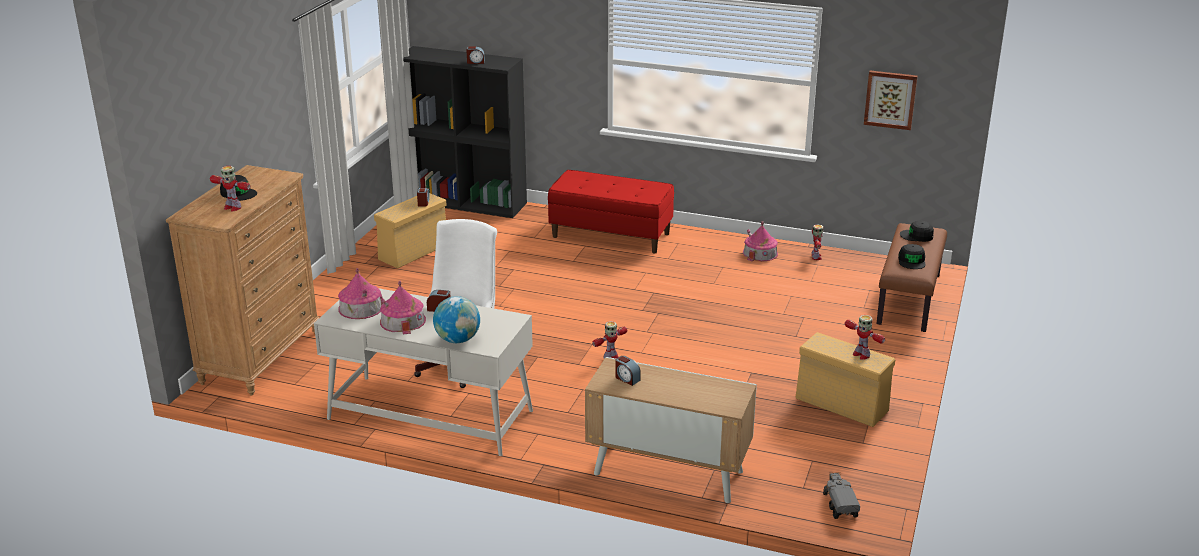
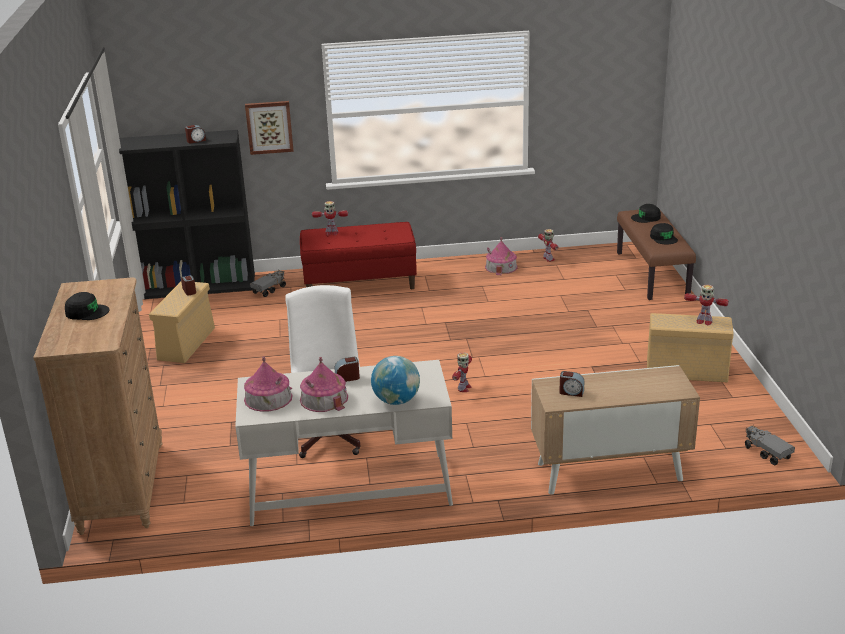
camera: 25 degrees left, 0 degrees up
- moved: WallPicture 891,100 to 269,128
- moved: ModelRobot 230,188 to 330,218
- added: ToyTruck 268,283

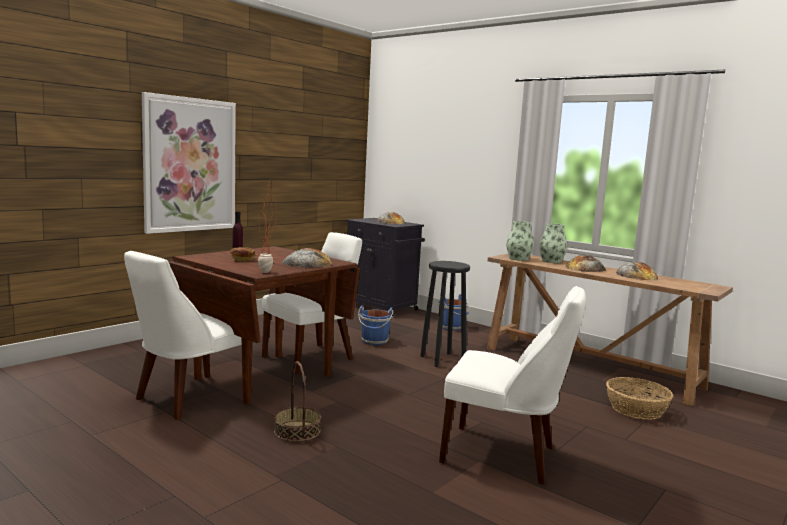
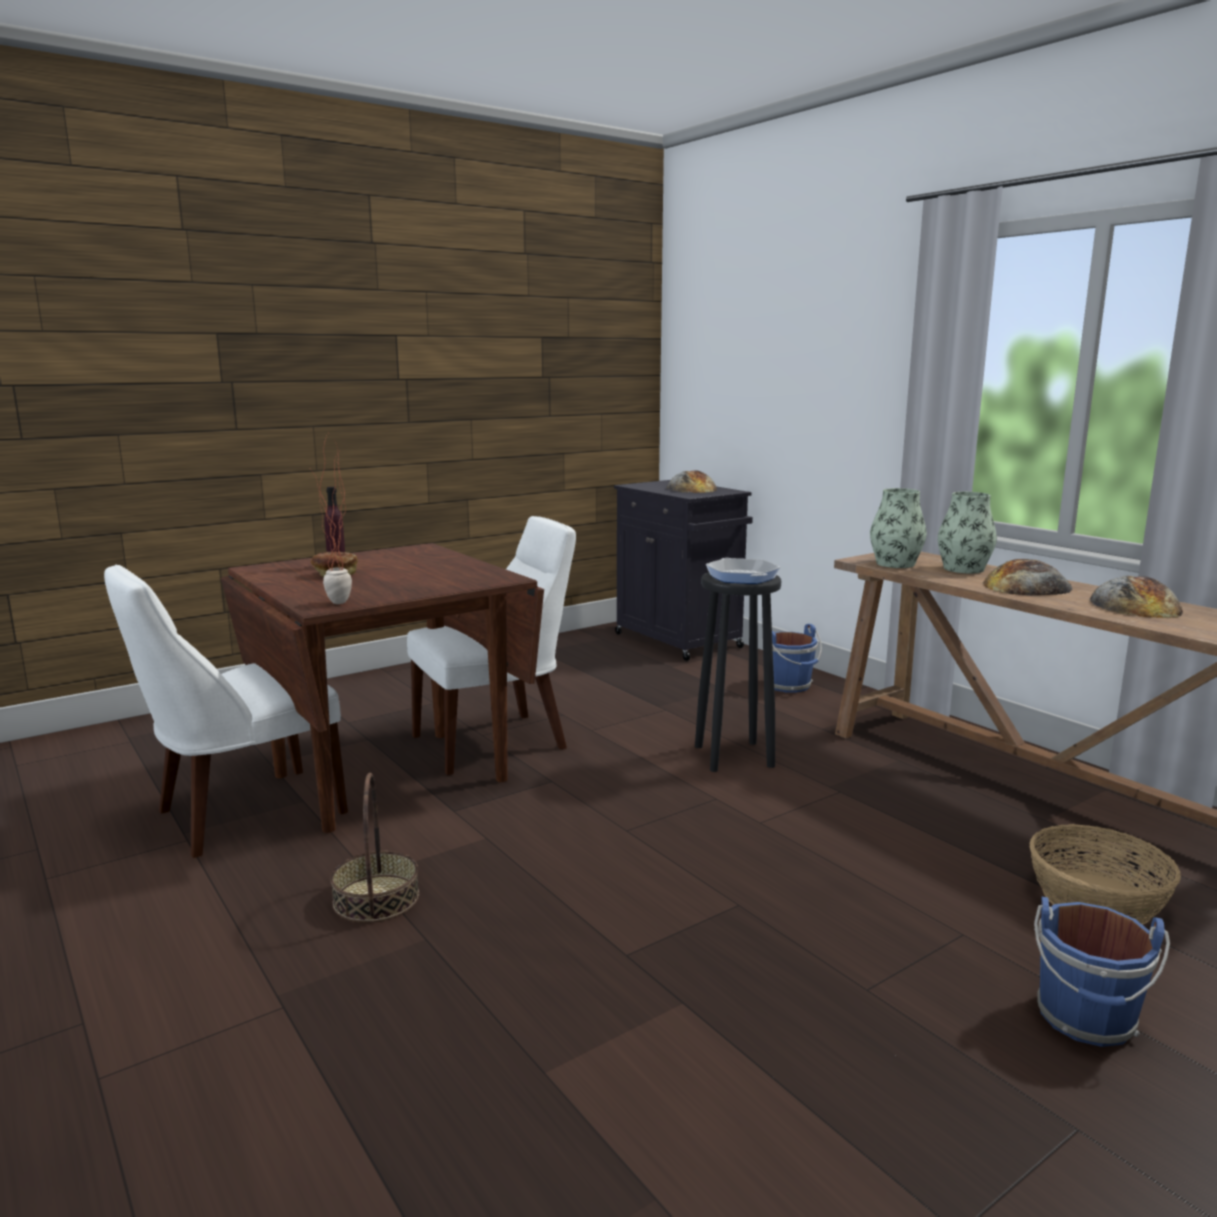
camera: 15 degrees right, 5 degrees up
- removed: WallPicture 189,163
- removed: Bread 307,257
- removed: WhitePlainChair 512,385
- moved: BlueColouredPail 375,325 to 1102,972
- added: Skillet 743,571

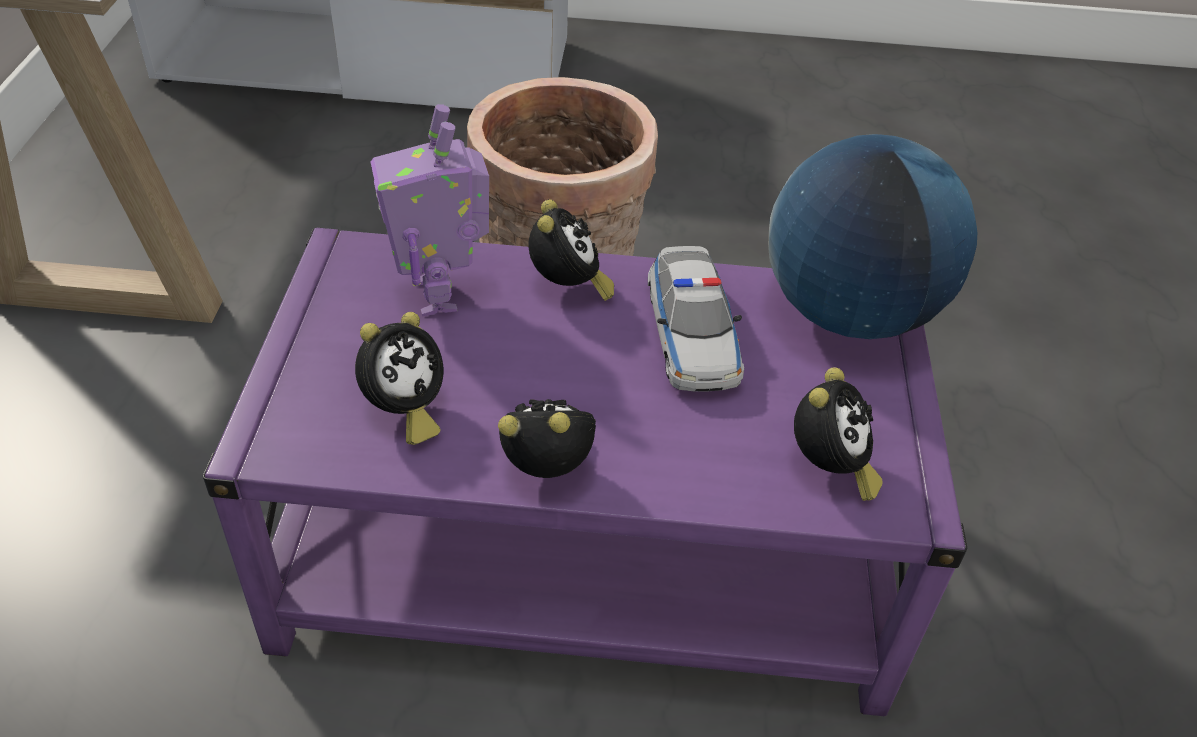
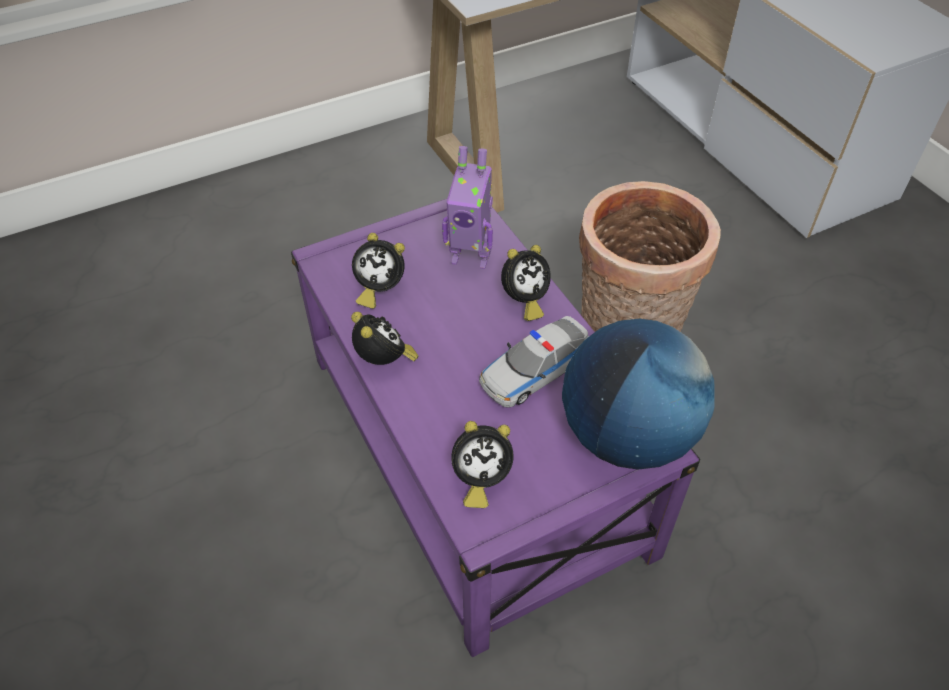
camera: 60 degrees right, 5 degrees up
- turned: ModelRobot 430,210 = 467,207 120 degrees counterclockwise

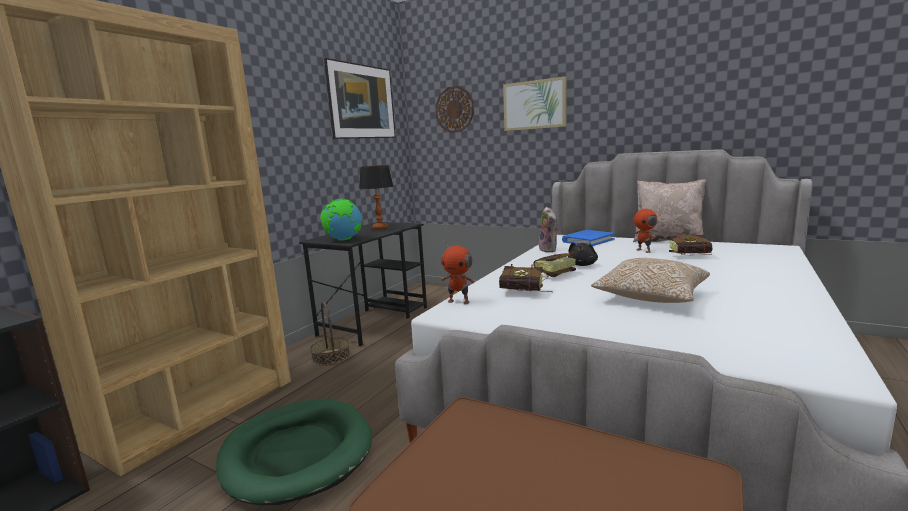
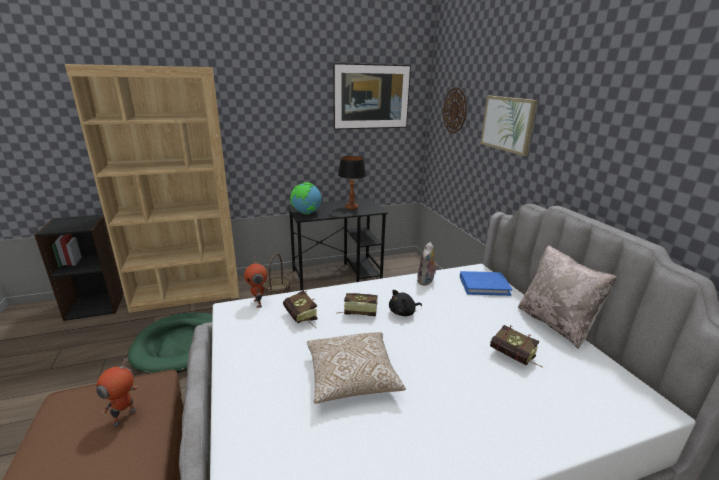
camera: 40 degrees right, 10 degrees up
- moved: ModelRobot 645,228 to 117,392

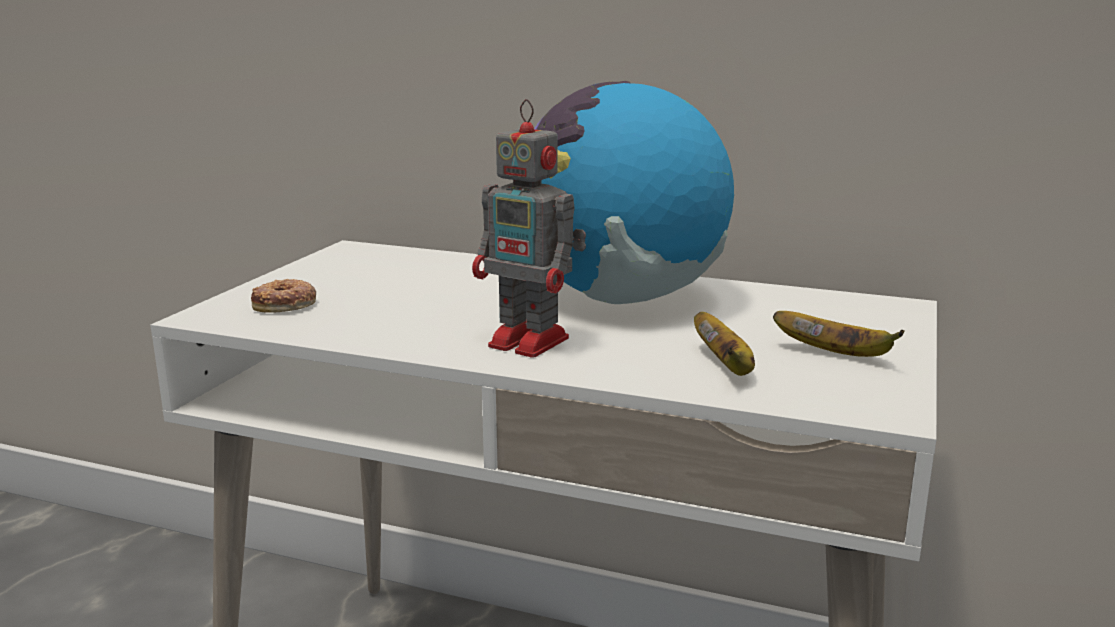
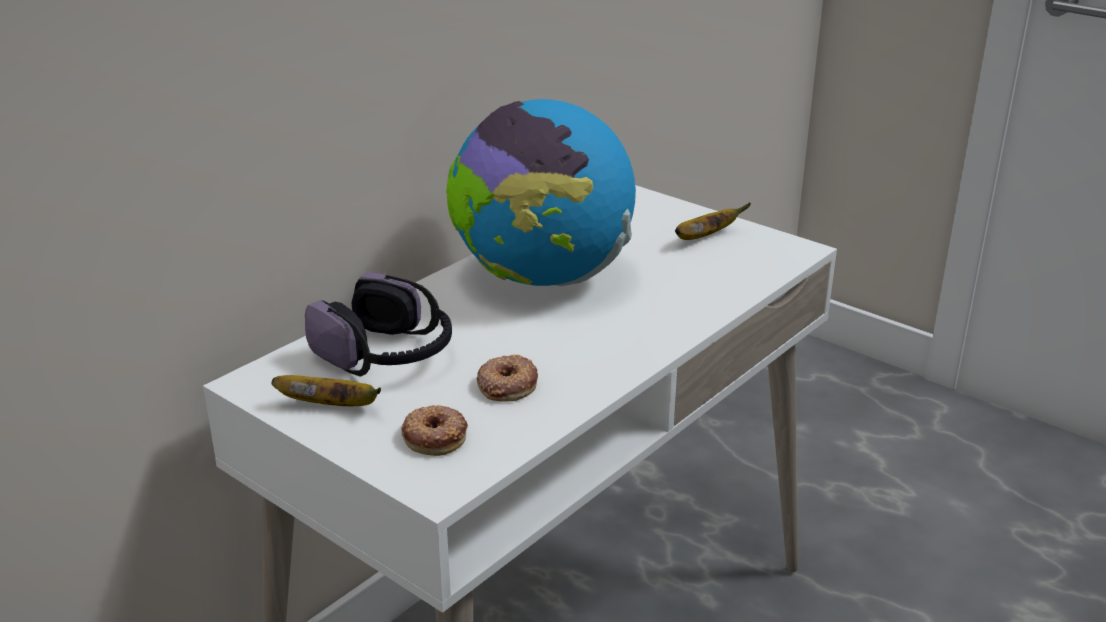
camera: 70 degrees left, 10 degrees up
- removed: ModelRobot 529,228
- moved: WholeBanana 724,344 to 326,390
- added: Headphones 378,324
- added: Donut 507,378

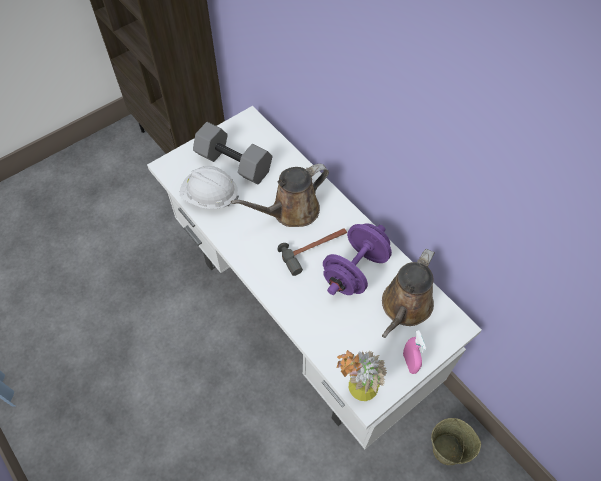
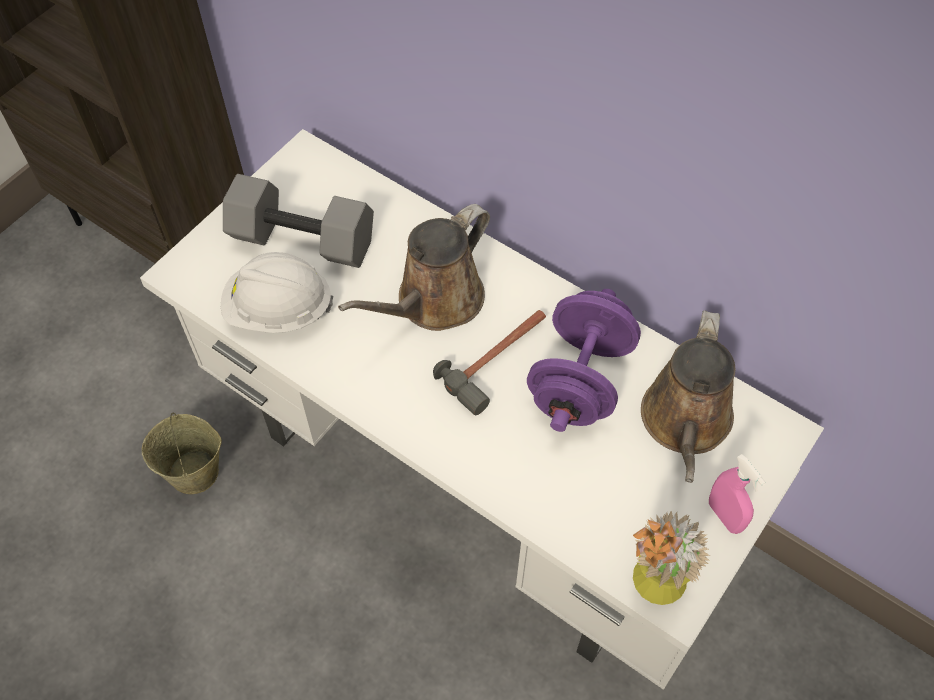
camera: 15 degrees left, 0 degrees up
- moved: SandColouredPail 456,441 to 182,453

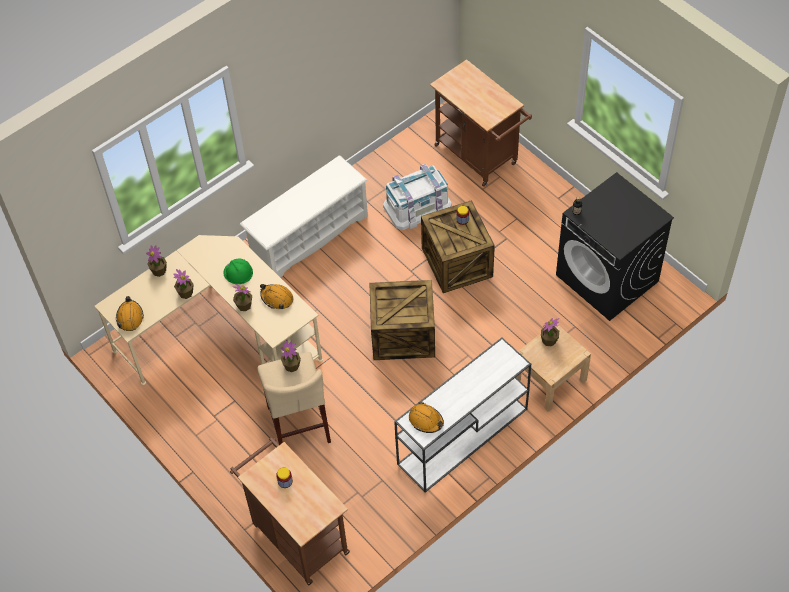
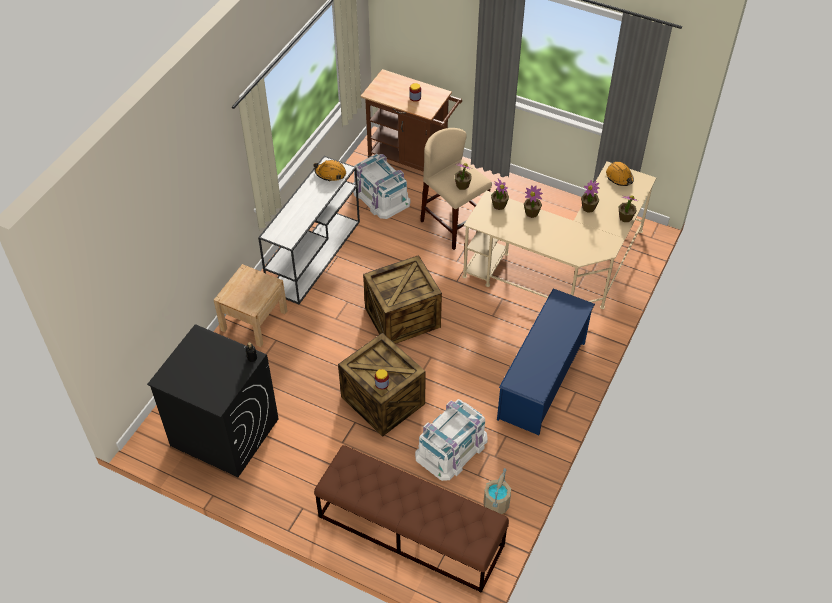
camera: 155 degrees right, 5 degrees down
- replaced: BrownCart 481,123 to BrownIndoorBench 411,519
- recoloured: WhiteShoeRack 304,216 to BlueColouredShoeRack 546,361
- removed: GreenSafetyHelmet 238,271
- removed: OrangeColouredSafetyHelmet 276,296
- moved: Houseplant 550,332 to 500,194
- added: WhiteStorageContainer 382,186
- added: SandColouredPail 497,491

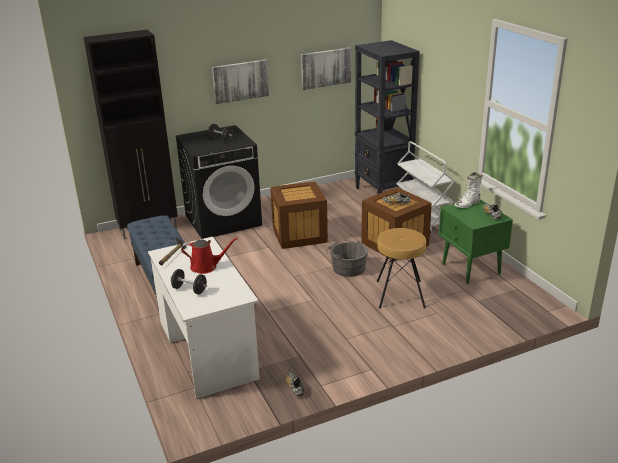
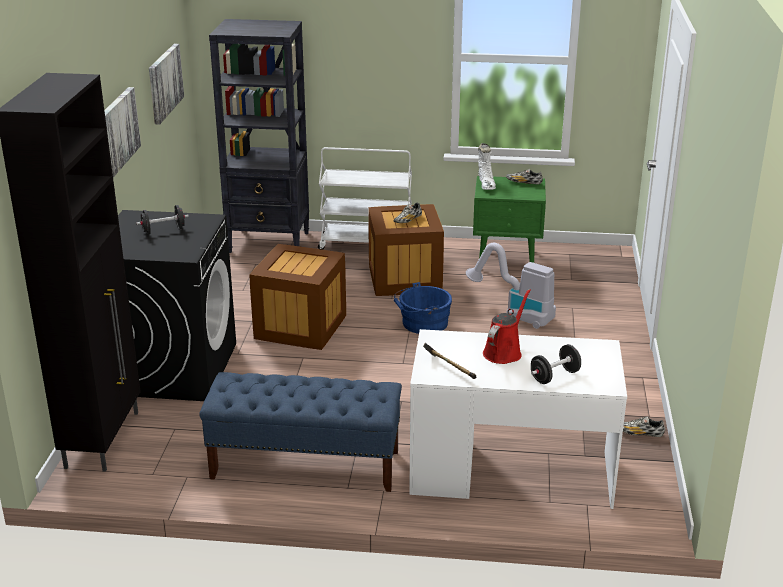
camera: 60 degrees left, 0 degrees up
- replaced: BrownSittingStool 401,268 to Vacuum 511,286
- recoloured: GreyPail 347,258 to BlueColouredPail 423,308

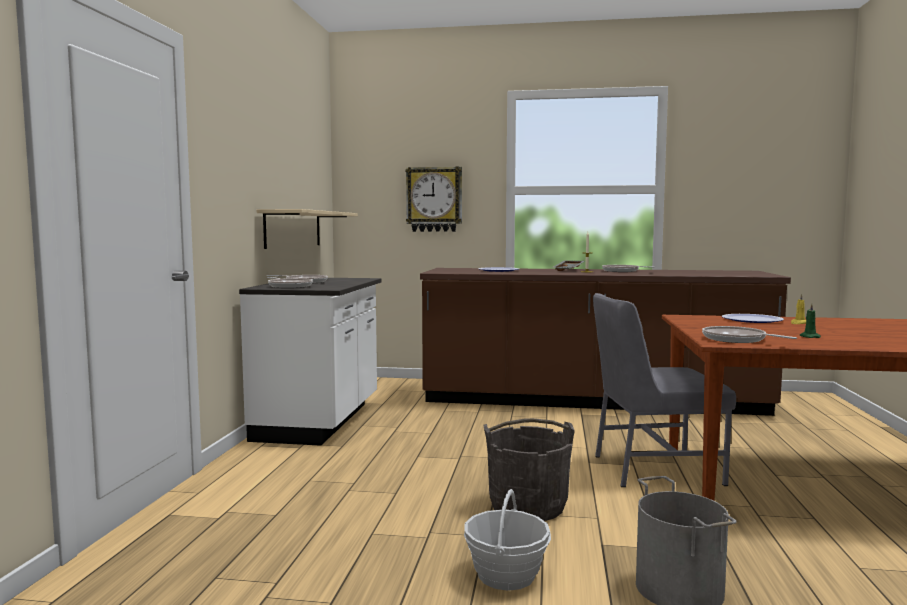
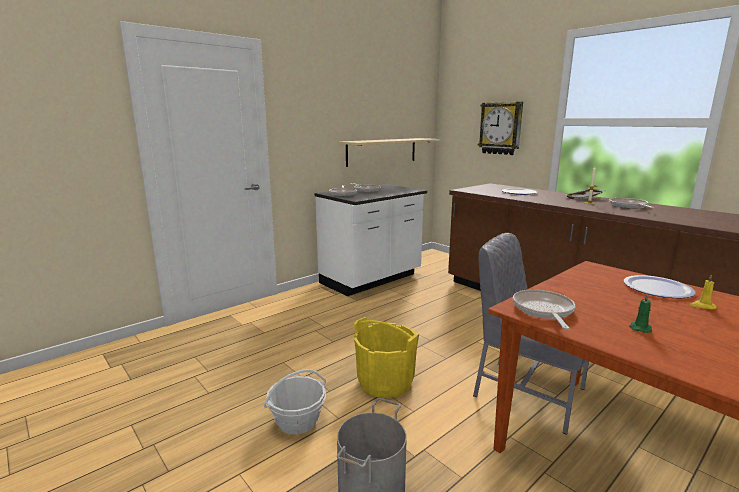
camera: 40 degrees right, 10 degrees up
- recoloured: GreyPail 529,469 to YellowColouredPail 386,357

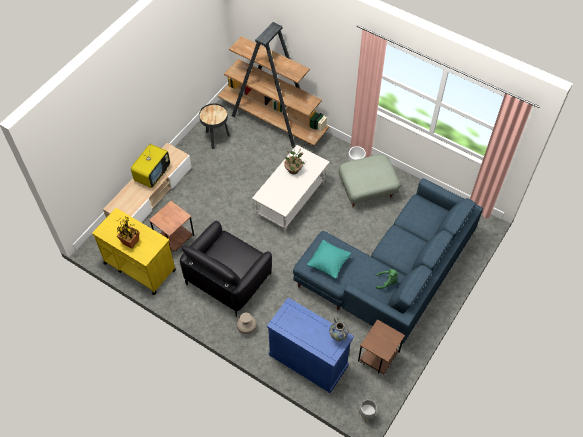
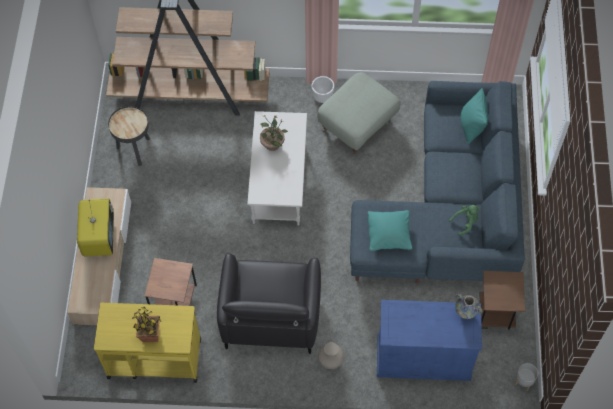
camera: 30 degrees left, 5 degrees up
- added: TurquoiseColouredCushion 474,116

